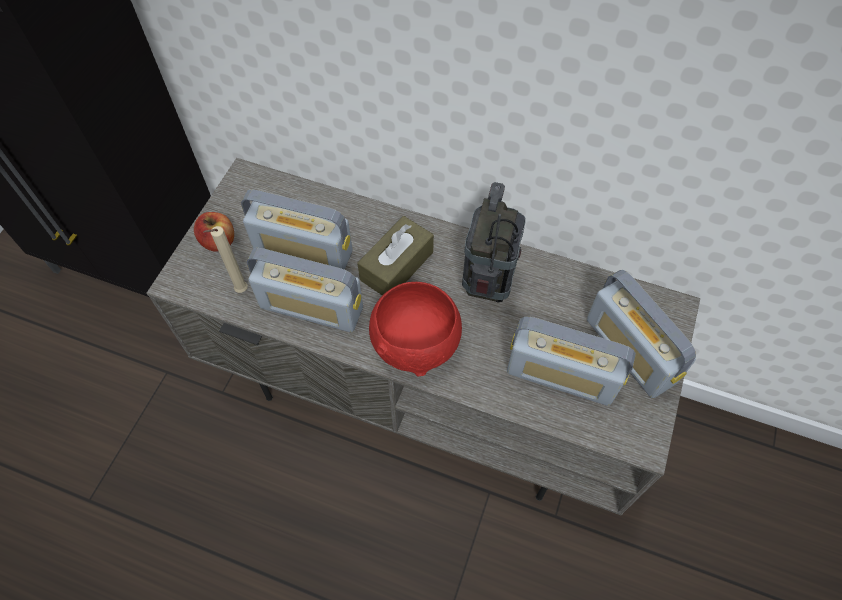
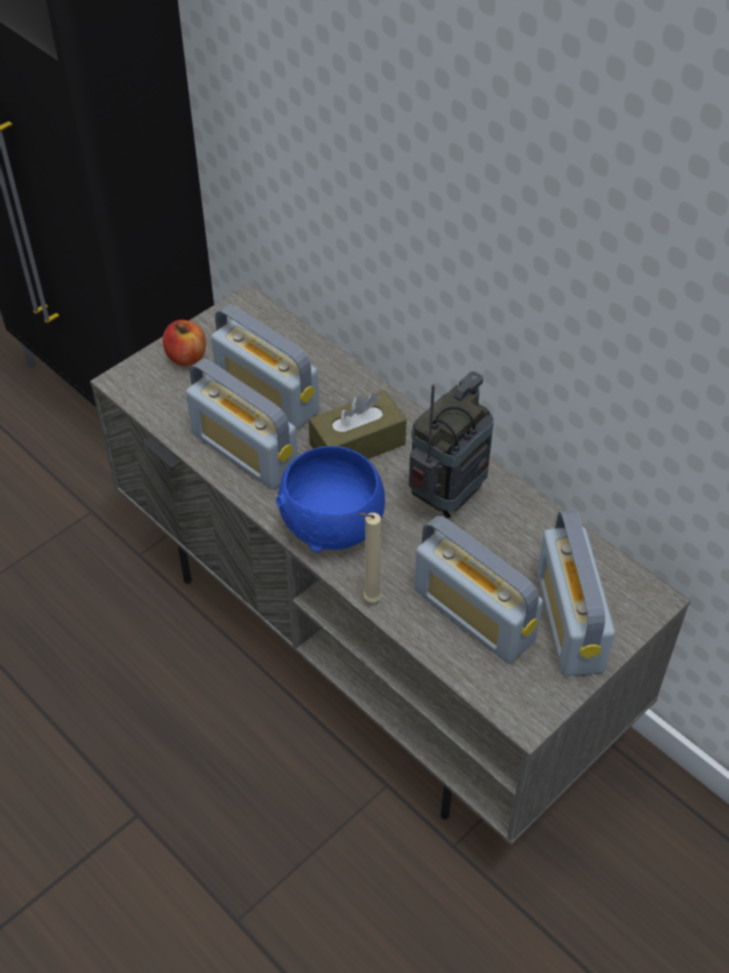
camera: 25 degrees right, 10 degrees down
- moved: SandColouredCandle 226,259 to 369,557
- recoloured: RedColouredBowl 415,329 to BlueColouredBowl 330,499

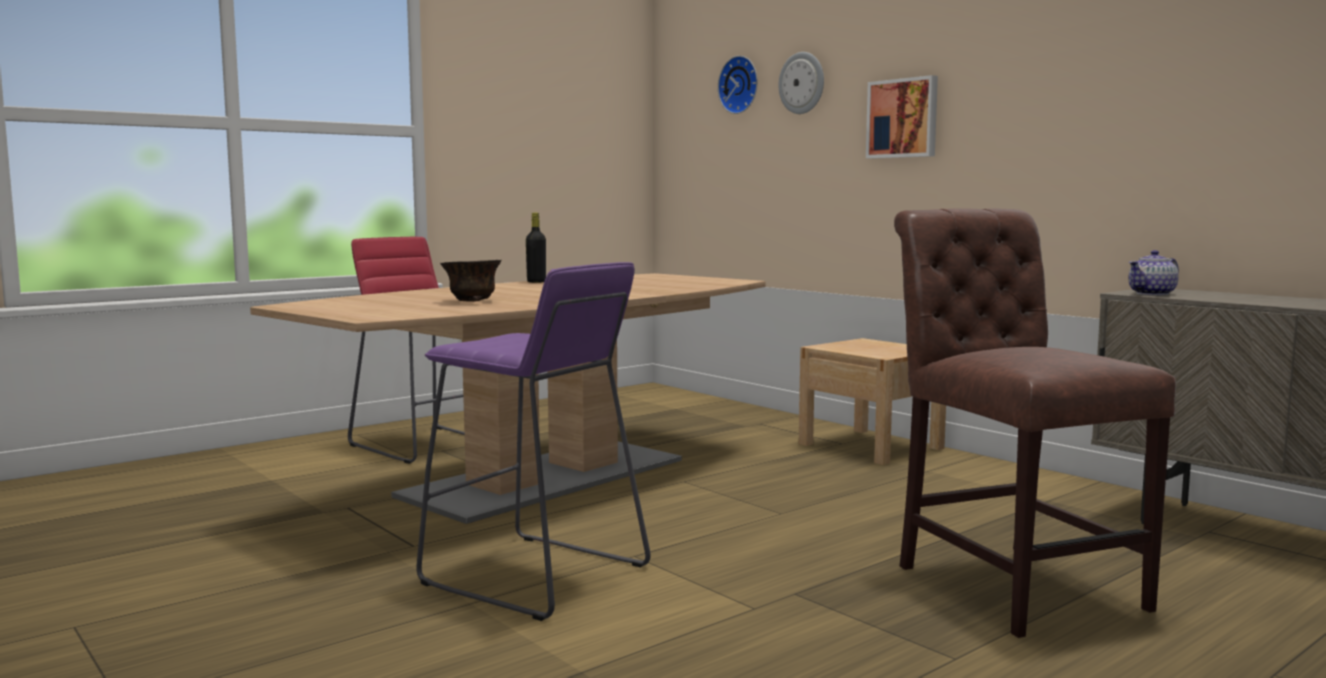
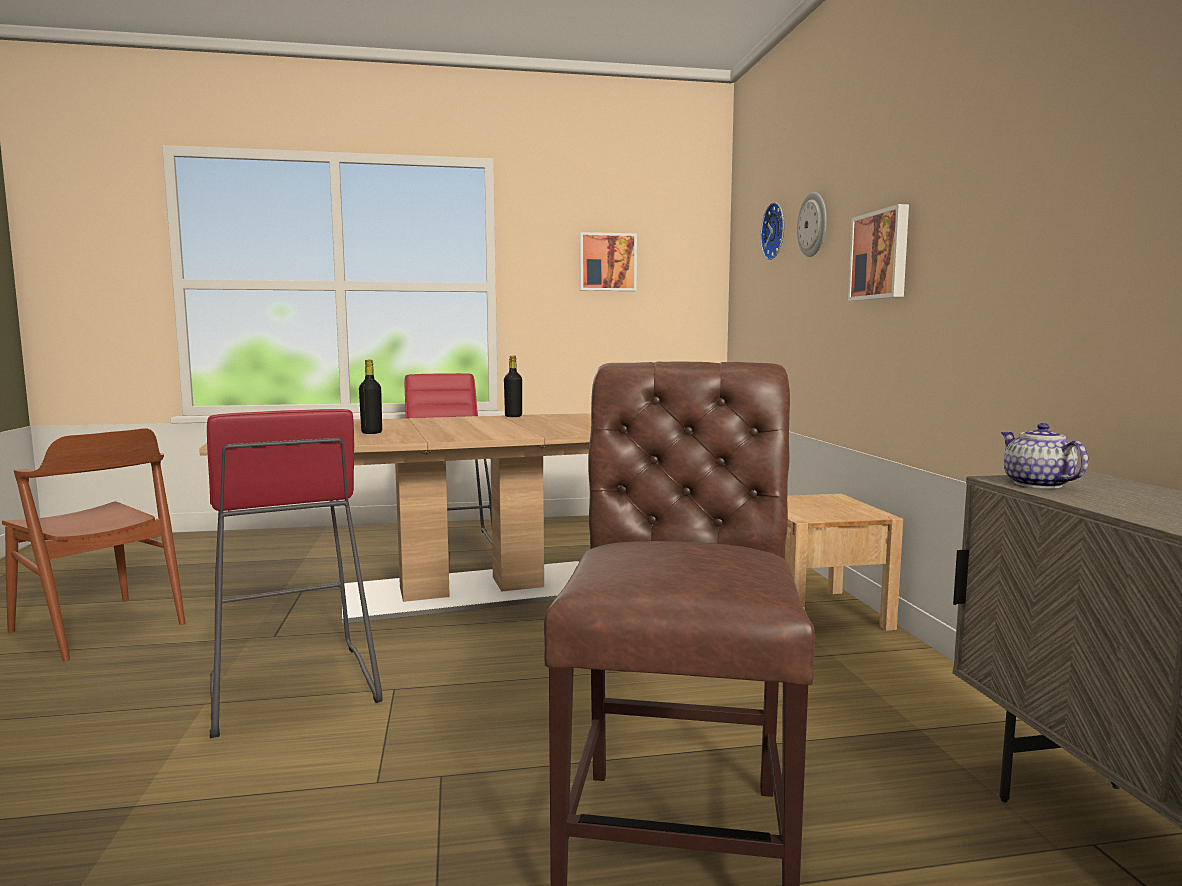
camera: 30 degrees right, 0 degrees up
- turned: Teapot 1154,272 = 1044,456 75 degrees clockwise
- replaced: BrownBowl 471,280 to BlackishDrinkBottle 370,397
- recoloured: PurpleSittingStool 533,441 to RedColouredSittingStool 294,573
- added: WallPicture 608,261
- added: BrownPlainChair 93,544

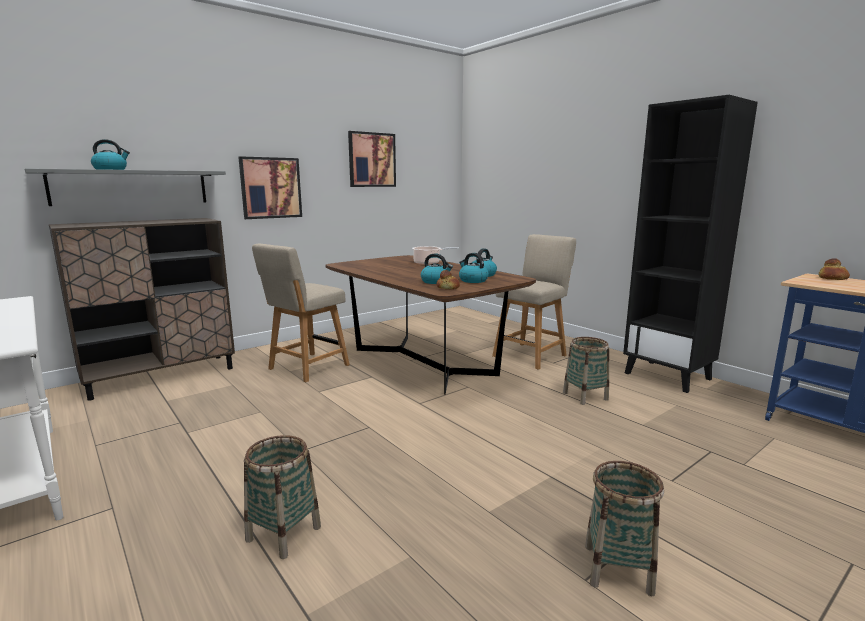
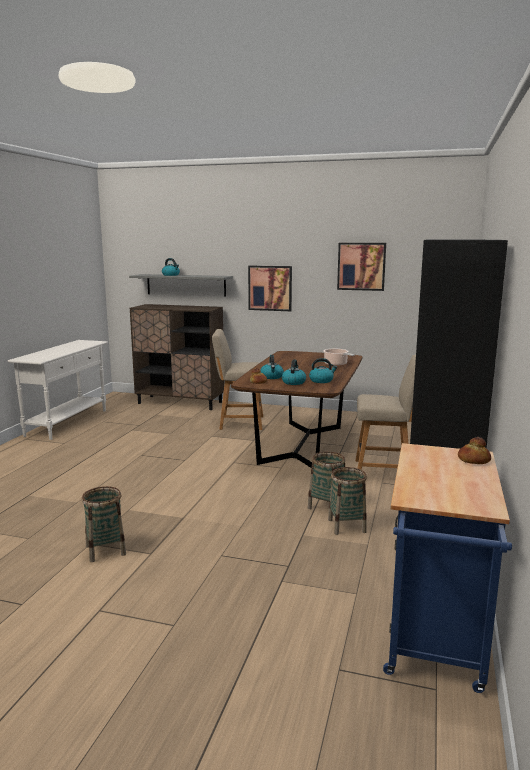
camera: 55 degrees right, 0 degrees up
- moved: StorageBasket 282,497 to 347,501

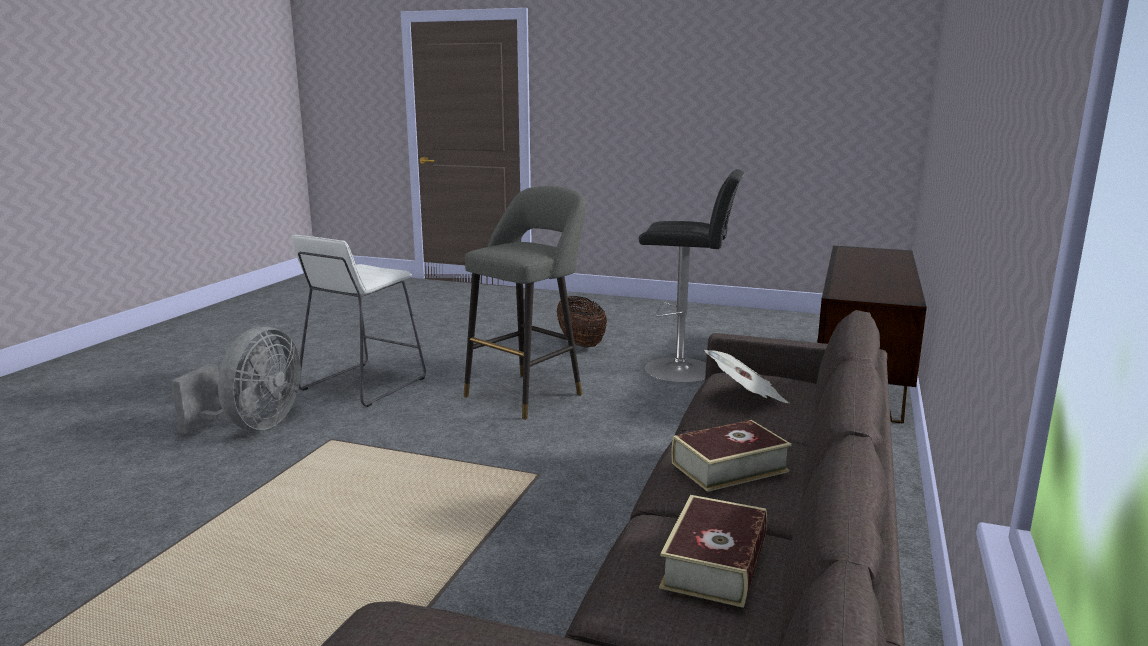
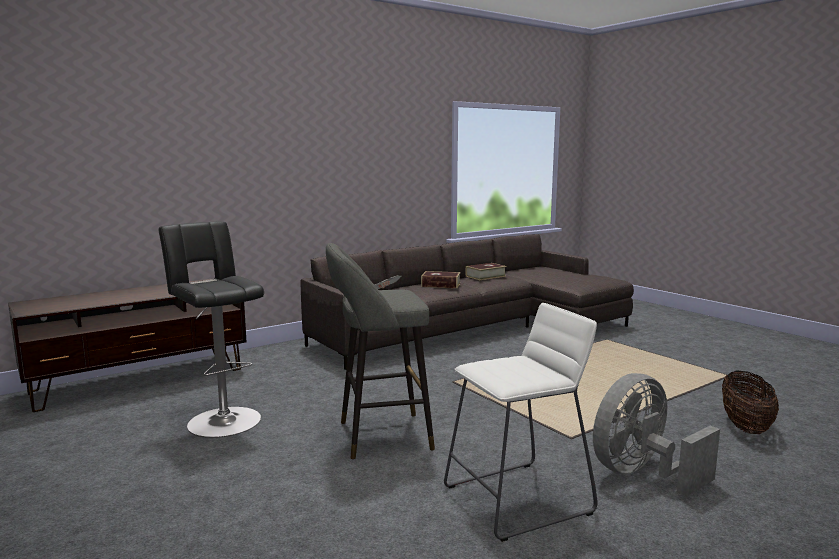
camera: 145 degrees left, 5 degrees down
- moved: StorageBasket 582,322 to 750,402

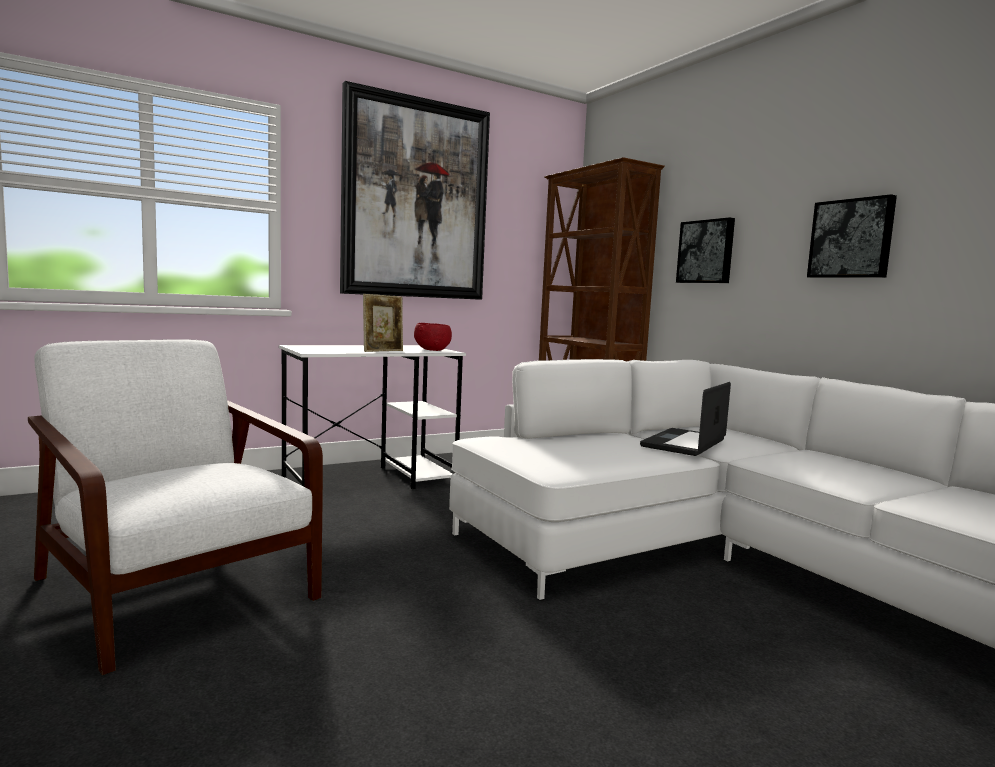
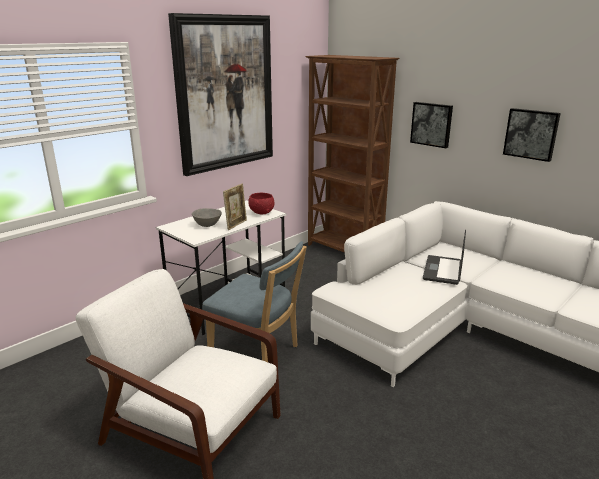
camera: 15 degrees left, 15 degrees up
- added: GreyBowl 207,217
- added: BlueColouredPlainChair 254,301

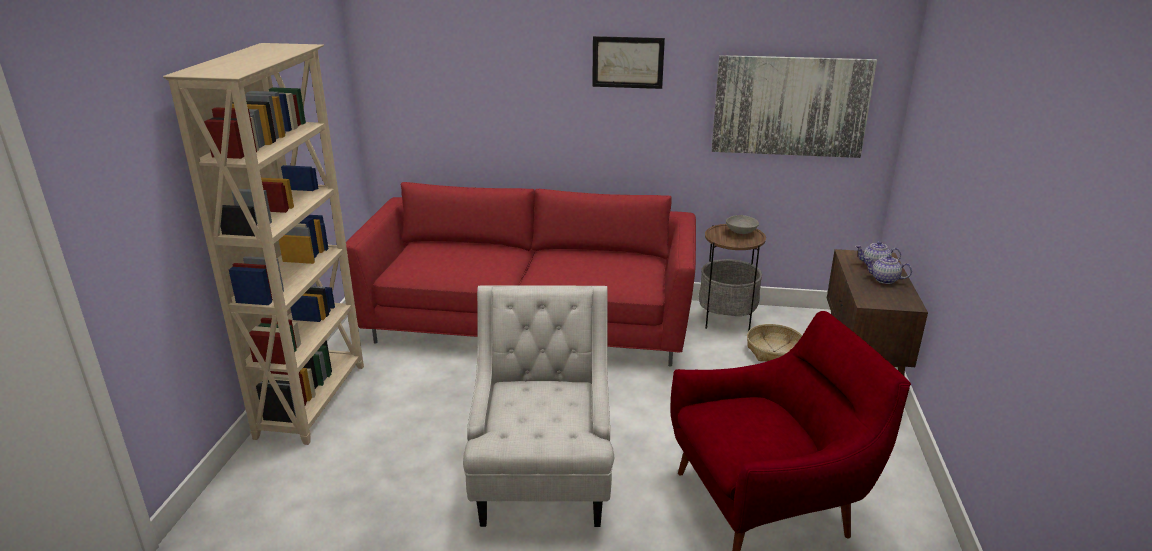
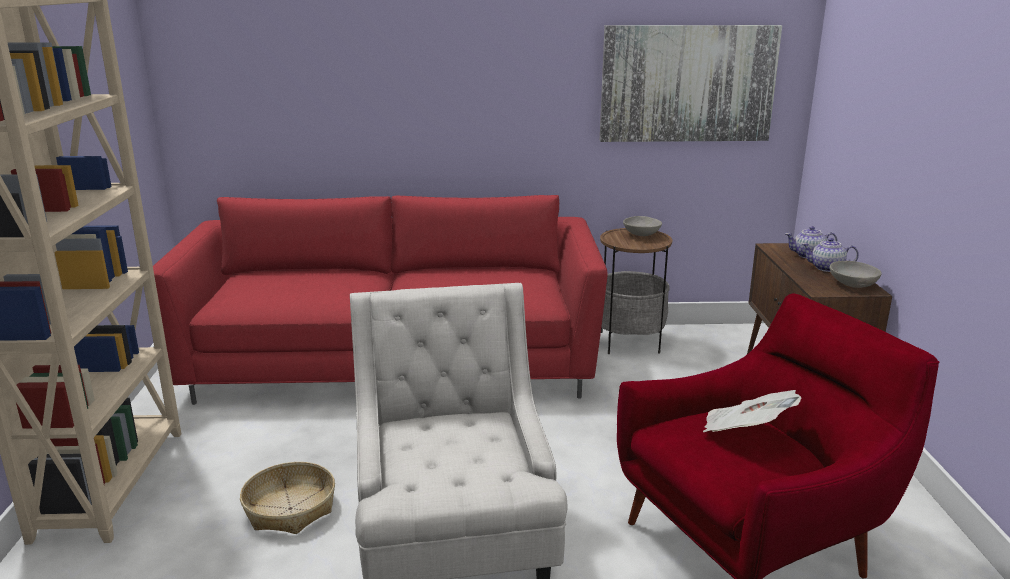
camera: 10 degrees left, 5 degrees down
- removed: WallPicture 628,62
- moved: StorageBasket 774,342 to 287,498
- added: GreyBowl 856,274
- added: DailyPaper 752,411

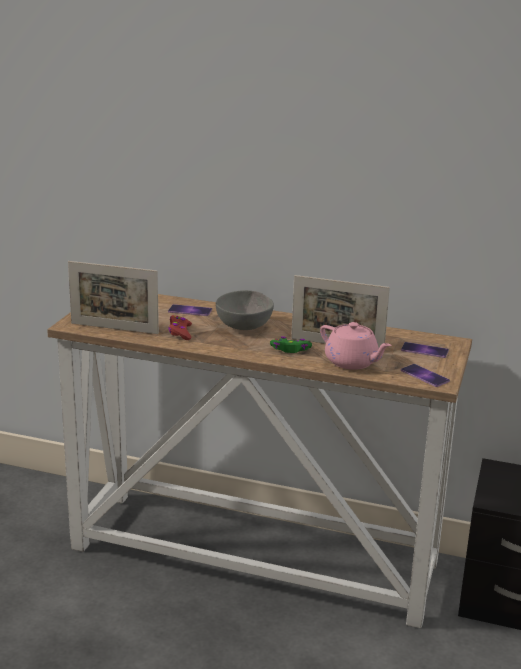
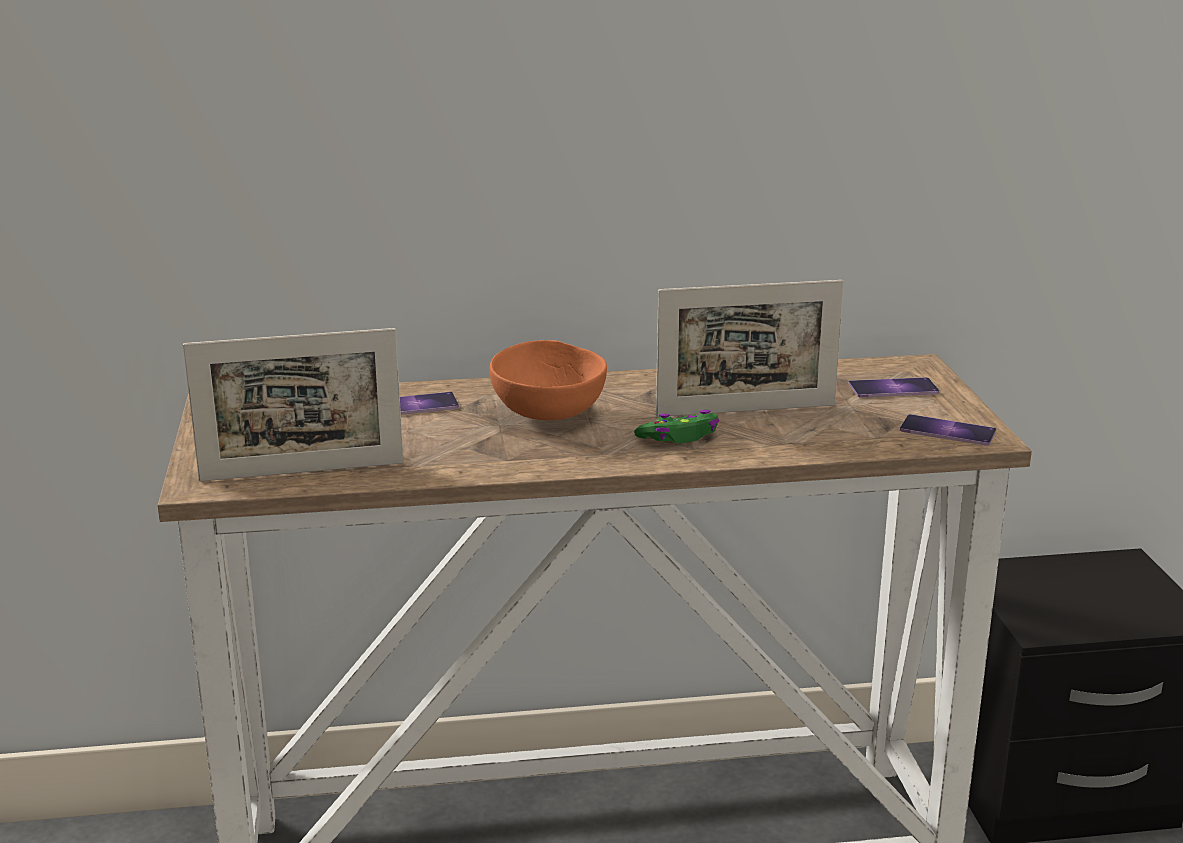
camera: 25 degrees left, 0 degrees up
- recoloured: GreyBowl 245,310 to OrangeColouredBowl 548,380
- removed: RedColouredJoypad 180,327
- removed: PinkColouredTeapot 355,346

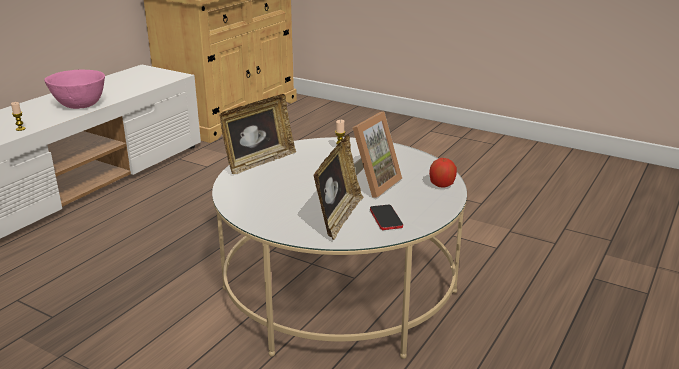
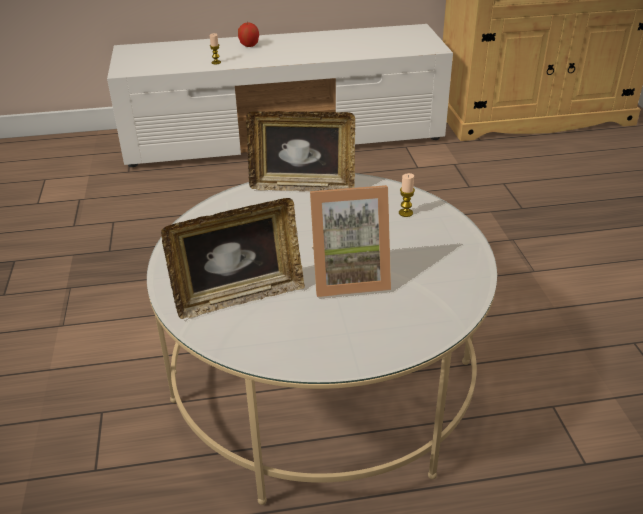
camera: 50 degrees right, 10 degrees up
- removed: PinkColouredBowl 74,89
- moved: WholeApple 443,172 to 248,35
- removed: Handset 386,217

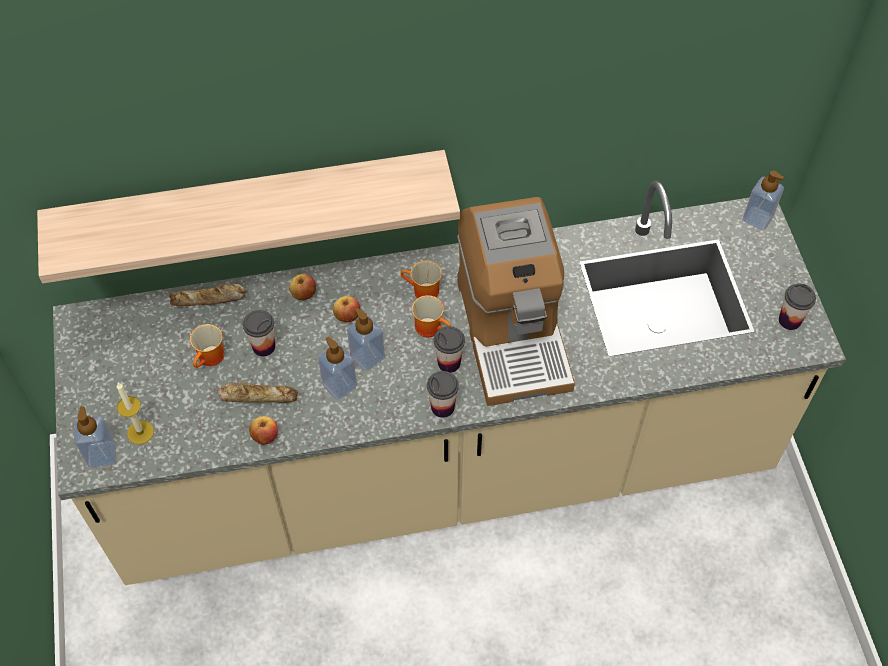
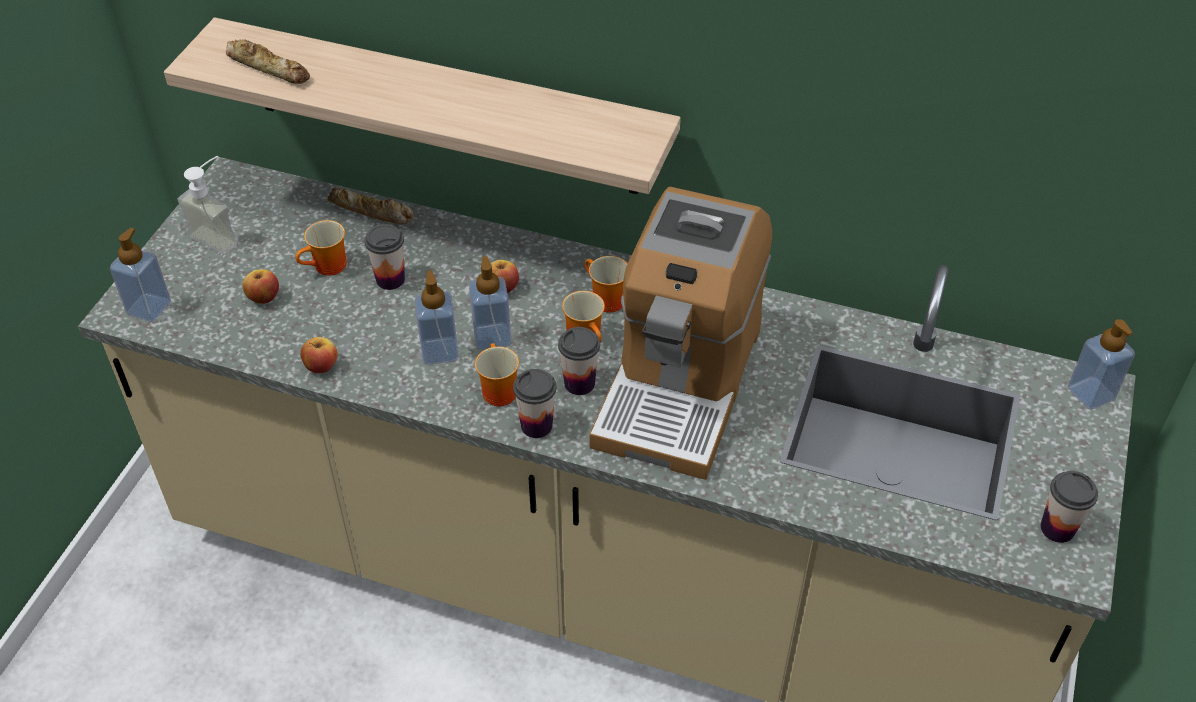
camera: 30 degrees right, 10 degrees down
- moved: WholeApple 302,287 to 260,286
- removed: Candle 135,413
- moved: Bread 257,393 to 268,61
- added: SoapBottle 207,205
- added: TeaMug 497,374

